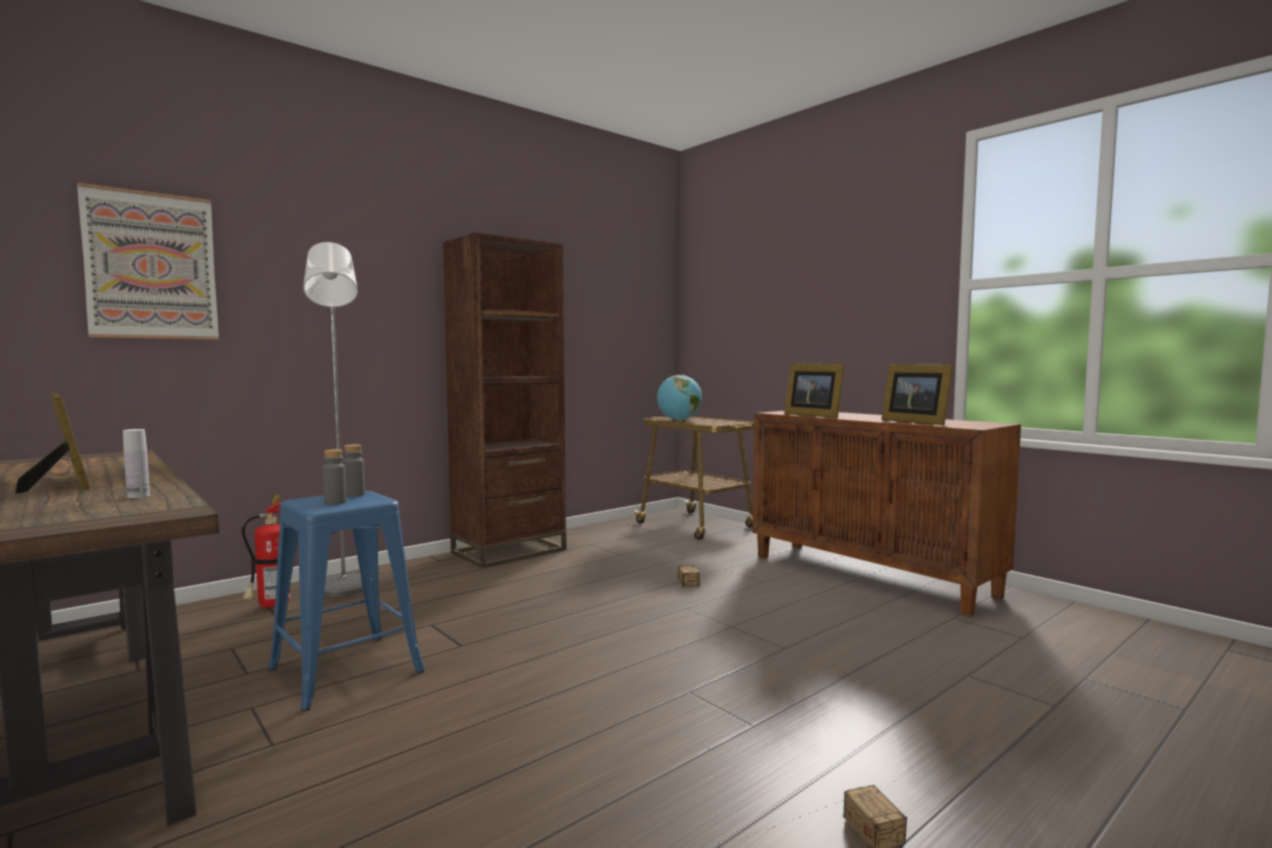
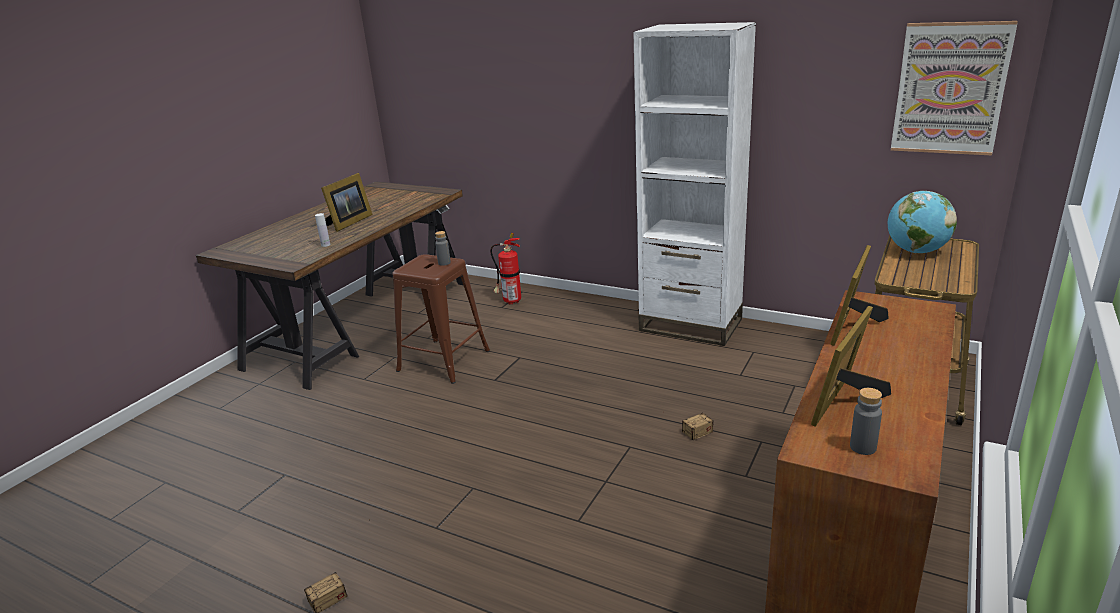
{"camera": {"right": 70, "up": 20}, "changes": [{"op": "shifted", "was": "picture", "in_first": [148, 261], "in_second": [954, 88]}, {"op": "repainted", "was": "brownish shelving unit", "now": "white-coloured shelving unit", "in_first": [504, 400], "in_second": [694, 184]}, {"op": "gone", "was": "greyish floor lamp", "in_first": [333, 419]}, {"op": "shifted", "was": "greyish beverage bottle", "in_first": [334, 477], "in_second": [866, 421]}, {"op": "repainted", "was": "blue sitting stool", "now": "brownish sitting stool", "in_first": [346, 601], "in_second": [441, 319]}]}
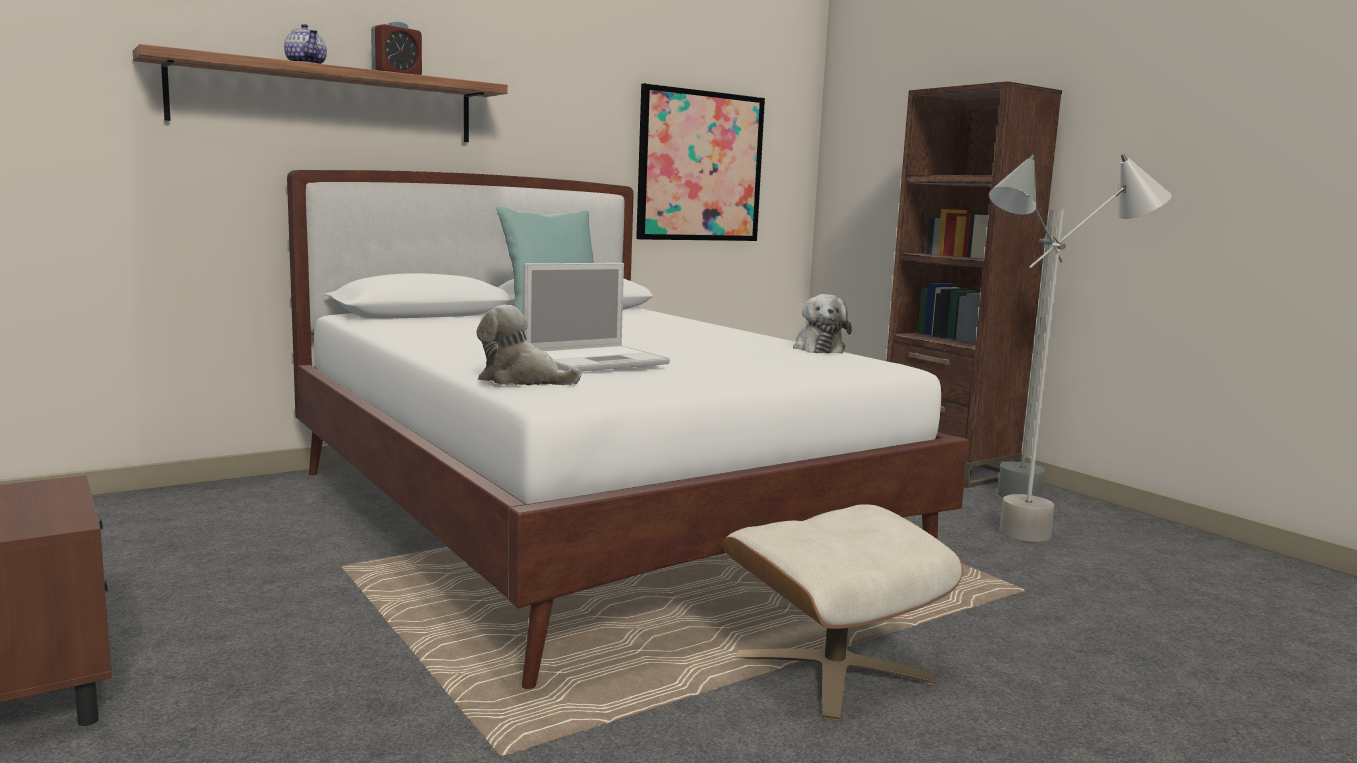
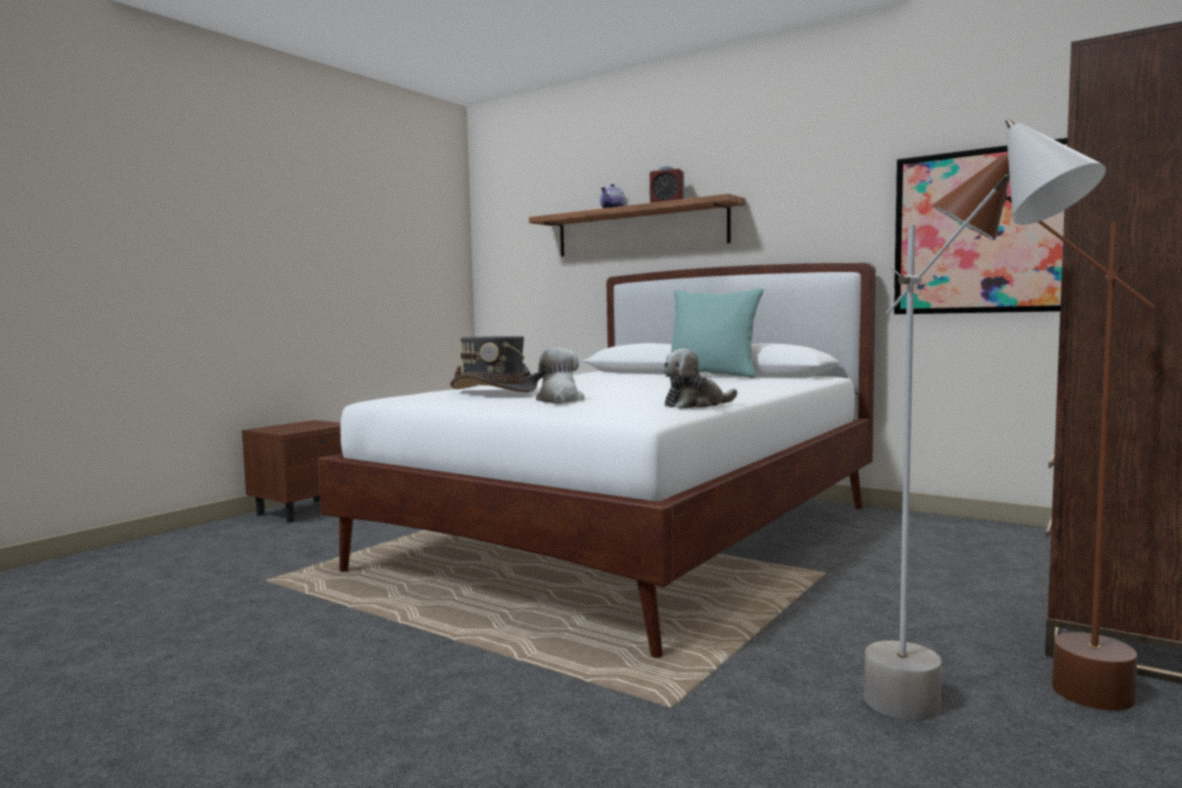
{"camera": {"right": 70, "up": -5}, "changes": [{"op": "repainted", "was": "greyish floor lamp", "now": "brownish floor lamp", "in_first": [1026, 326], "in_second": [1044, 432]}, {"op": "swapped", "was": "notebook computer", "now": "greyish clothing hat", "in_first": [596, 317], "in_second": [493, 364]}, {"op": "shifted", "was": "cuddly toy", "in_first": [528, 345], "in_second": [558, 375]}, {"op": "gone", "was": "beige-coloured footrest", "in_first": [843, 612]}]}
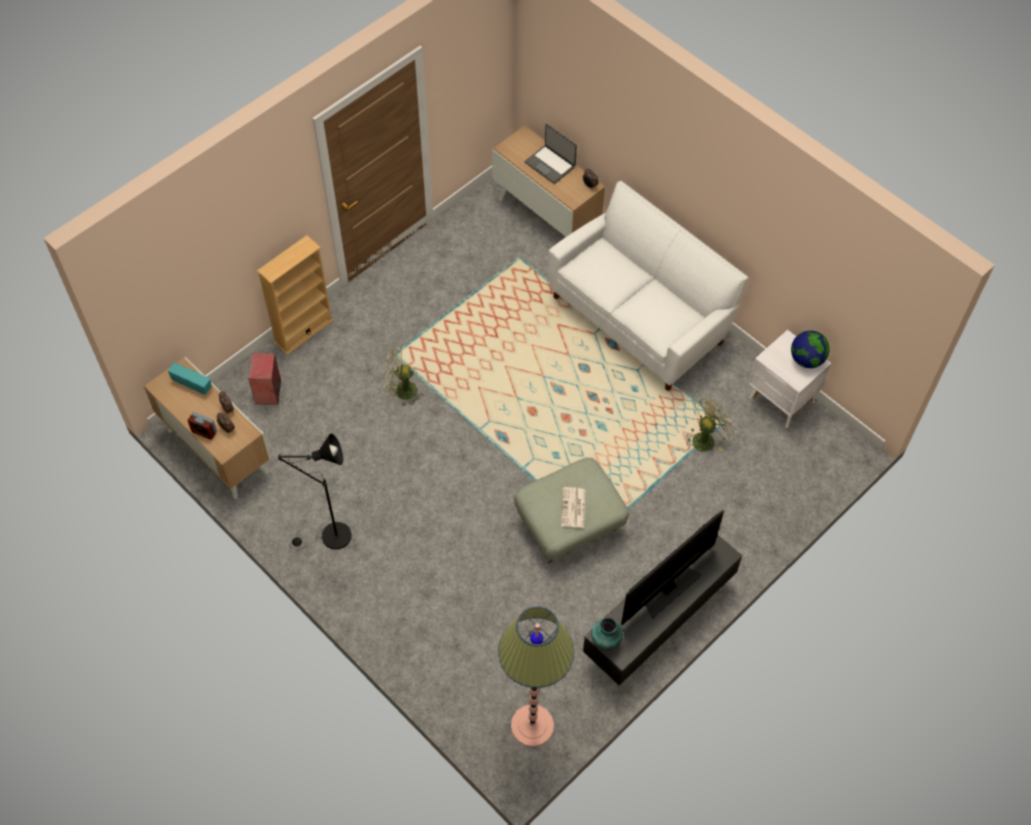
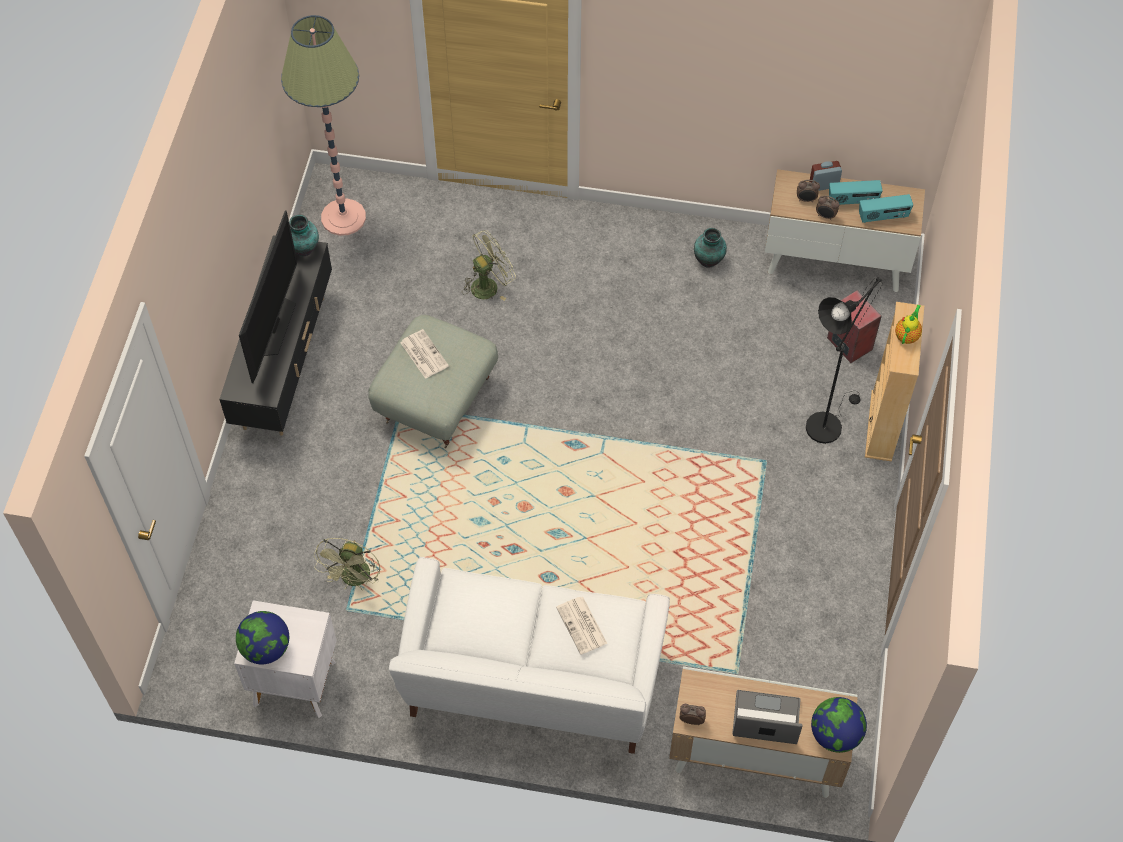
{"camera": {"right": 145, "up": 0}, "changes": [{"op": "shifted", "was": "green electric fan", "in_first": [404, 377], "in_second": [489, 265]}, {"op": "shifted", "was": "black-coloured floor lamp", "in_first": [315, 492], "in_second": [844, 360]}, {"op": "new", "now": "radio", "in_second": [856, 192]}, {"op": "new", "now": "flower vase", "in_second": [710, 248]}, {"op": "new", "now": "pot for tea", "in_second": [908, 324]}, {"op": "new", "now": "daily paper", "in_second": [582, 626]}, {"op": "new", "now": "world globe", "in_second": [839, 725]}]}
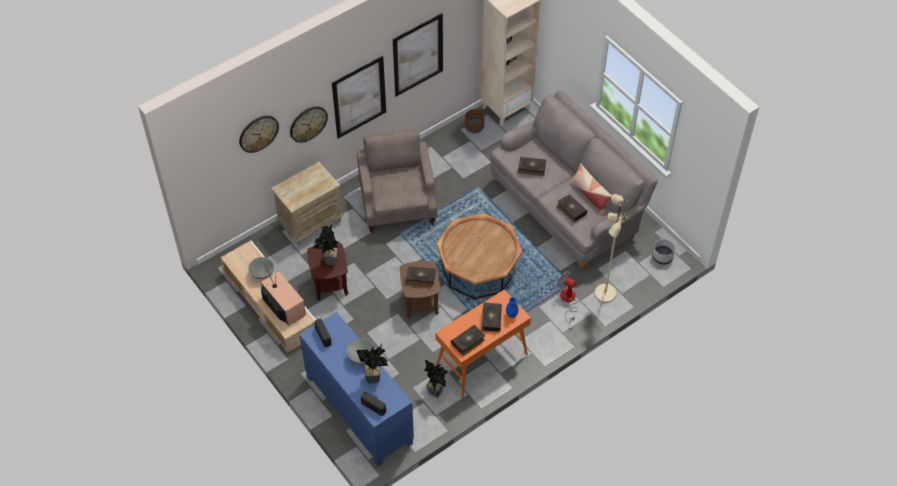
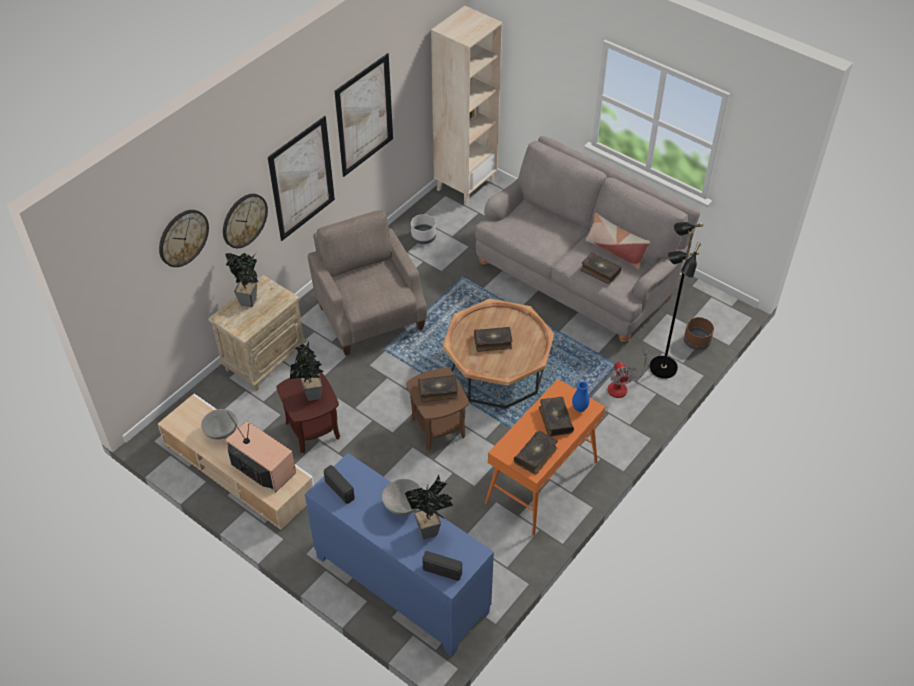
{"camera": {"right": -15, "up": -5}, "changes": [{"op": "shifted", "was": "brownish flower pot", "in_first": [475, 121], "in_second": [699, 333]}, {"op": "shifted", "was": "book", "in_first": [532, 166], "in_second": [493, 339]}, {"op": "repainted", "was": "beige-coloured floor lamp", "now": "black-coloured floor lamp", "in_first": [612, 248], "in_second": [676, 300]}, {"op": "shifted", "was": "greyish flower pot", "in_first": [663, 252], "in_second": [423, 229]}, {"op": "rotated", "was": "electric fan", "in_first": [568, 296], "in_second": [628, 374], "clockwise": -120}, {"op": "shifted", "was": "houseplant", "in_first": [436, 379], "in_second": [241, 280]}]}
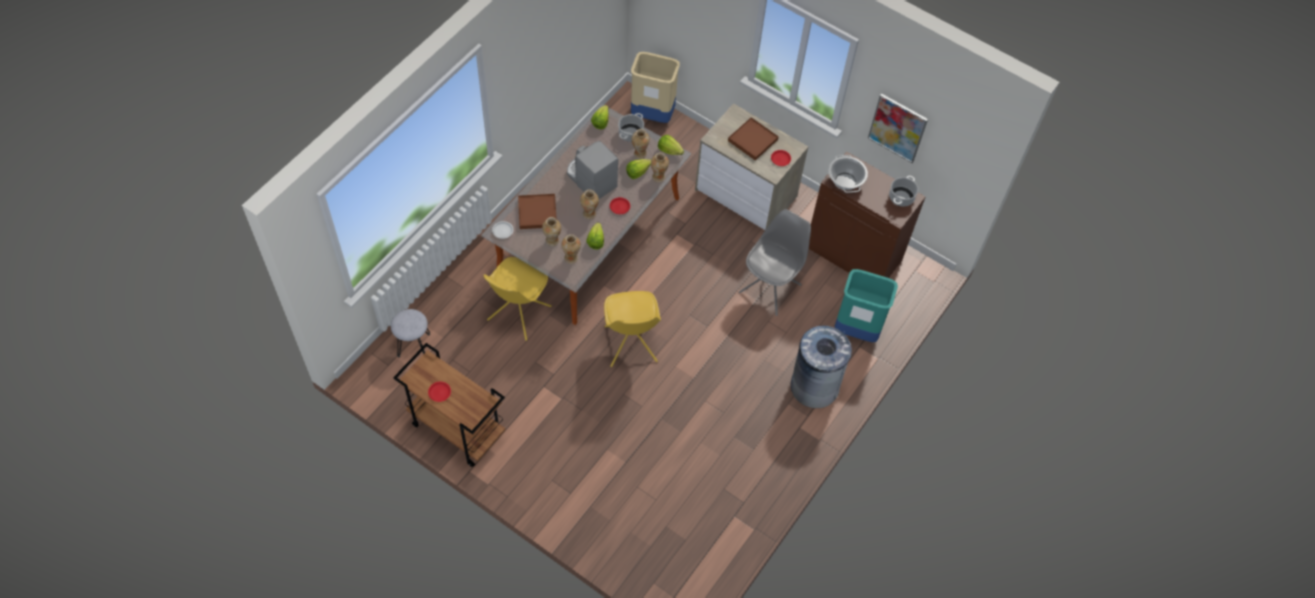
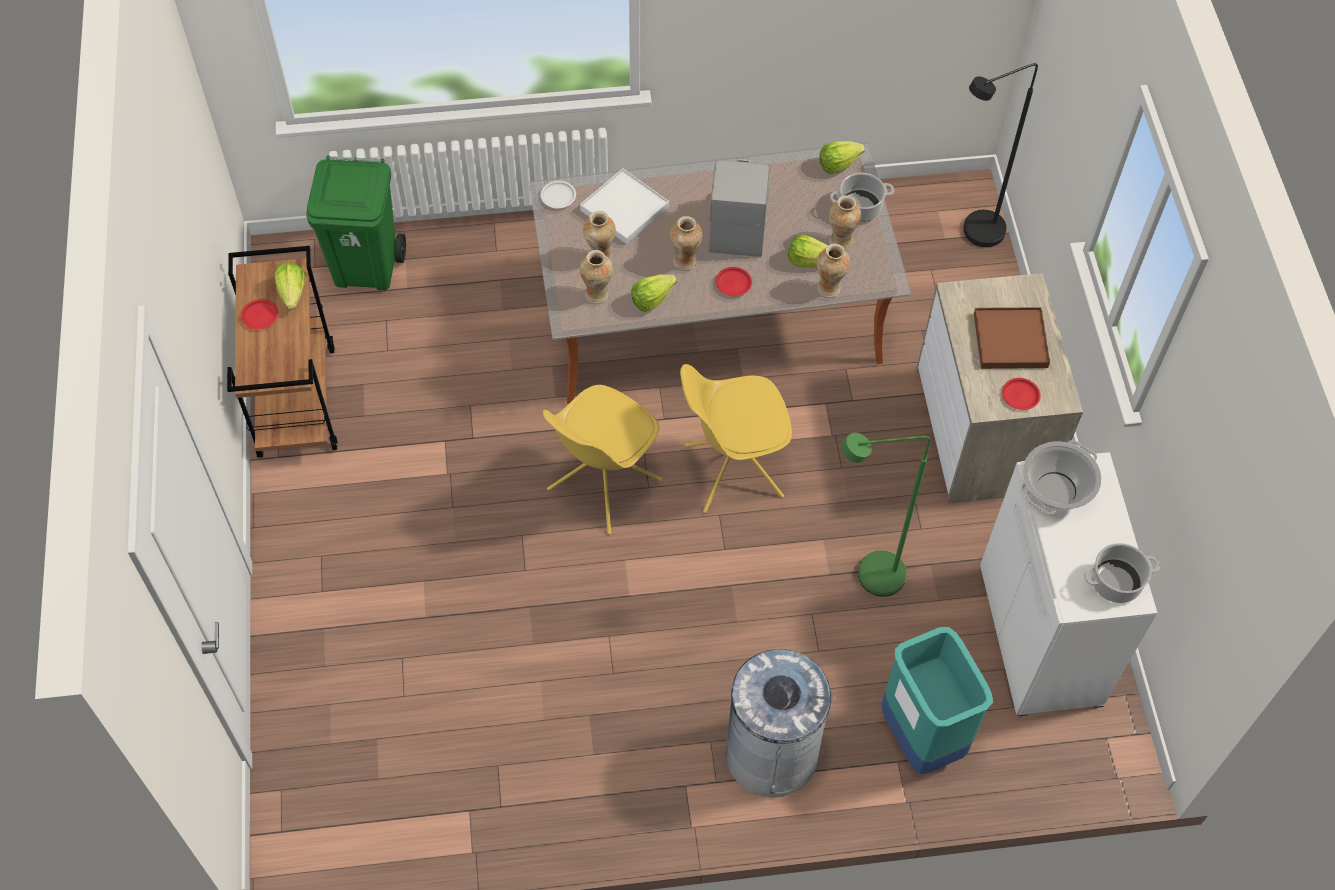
{"camera": {"right": 50, "up": 0}, "changes": [{"op": "swapped", "was": "beige-coloured rubbish bin", "now": "black-coloured floor lamp", "in_first": [655, 87], "in_second": [1000, 155]}, {"op": "gone", "was": "picture", "in_first": [898, 128]}, {"op": "shifted", "was": "lettuce", "in_first": [671, 145], "in_second": [290, 286]}, {"op": "repainted", "was": "brownish cupboard", "now": "white-coloured cupboard", "in_first": [867, 214], "in_second": [1068, 584]}, {"op": "repainted", "was": "brownish serving tray", "now": "white-coloured serving tray", "in_first": [537, 211], "in_second": [624, 206]}, {"op": "swapped", "was": "greyish upright chair", "now": "green floor lamp", "in_first": [775, 262], "in_second": [885, 514]}, {"op": "shifted", "was": "yellowish upright chair", "in_first": [517, 299], "in_second": [736, 438]}, {"op": "swapped", "was": "greyish sitting stool", "now": "green rubbish bin", "in_first": [410, 333], "in_second": [356, 223]}]}
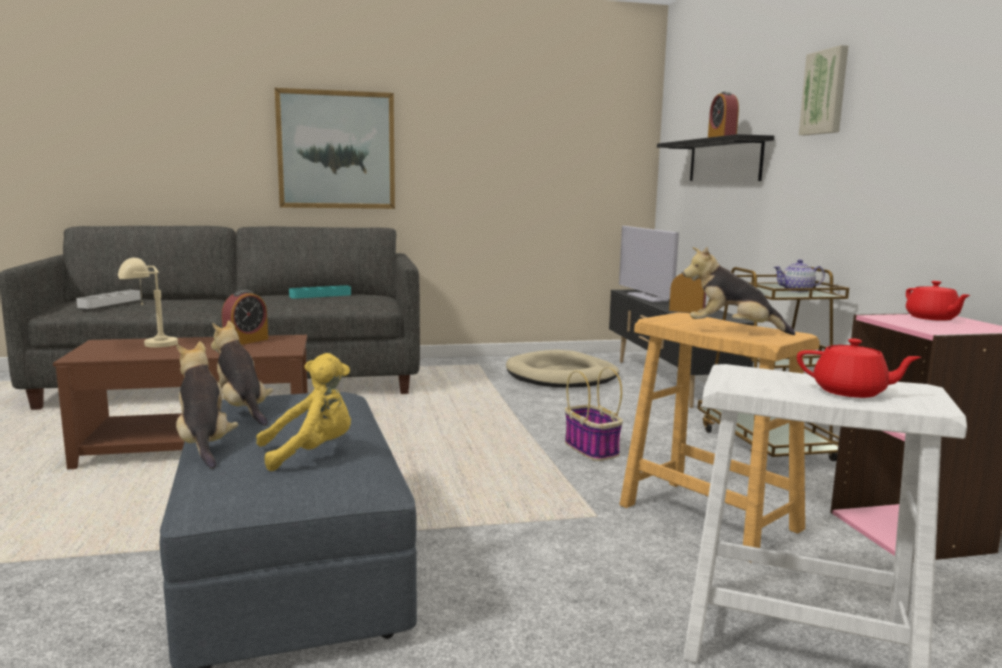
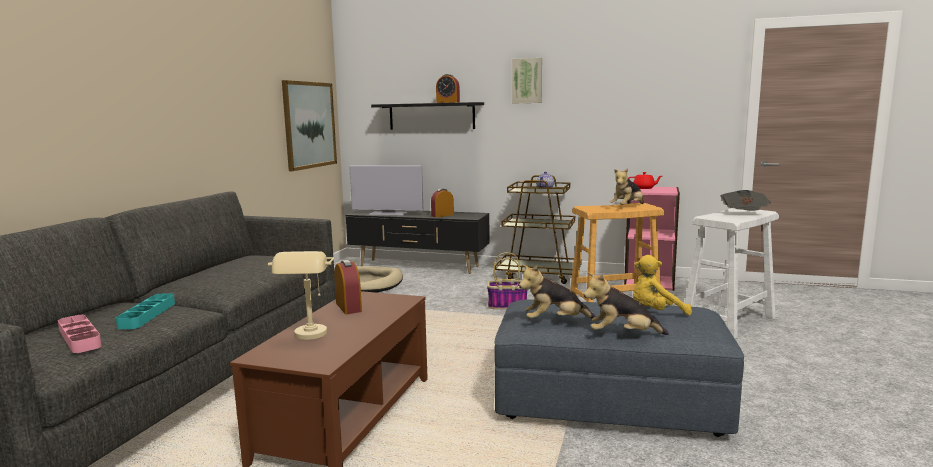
{"camera": {"right": -60, "up": 0}, "changes": [{"op": "shifted", "was": "picture", "in_first": [335, 148], "in_second": [309, 125]}, {"op": "shifted", "was": "blue-green serving tray", "in_first": [320, 292], "in_second": [145, 311]}, {"op": "repainted", "was": "greyish serving tray", "now": "pinkish serving tray", "in_first": [108, 299], "in_second": [80, 334]}, {"op": "swapped", "was": "red-coloured pot for tea", "now": "daily paper", "in_first": [859, 368], "in_second": [745, 200]}, {"op": "rotated", "was": "yellowish cuddly toy", "in_first": [303, 412], "in_second": [662, 285], "clockwise": -105}]}
